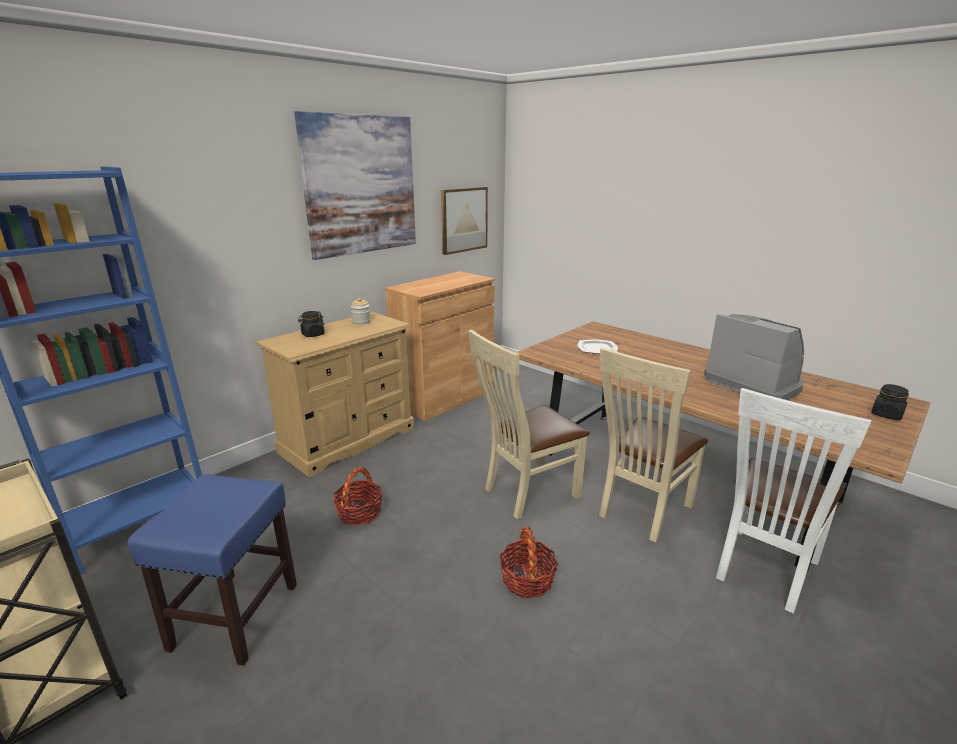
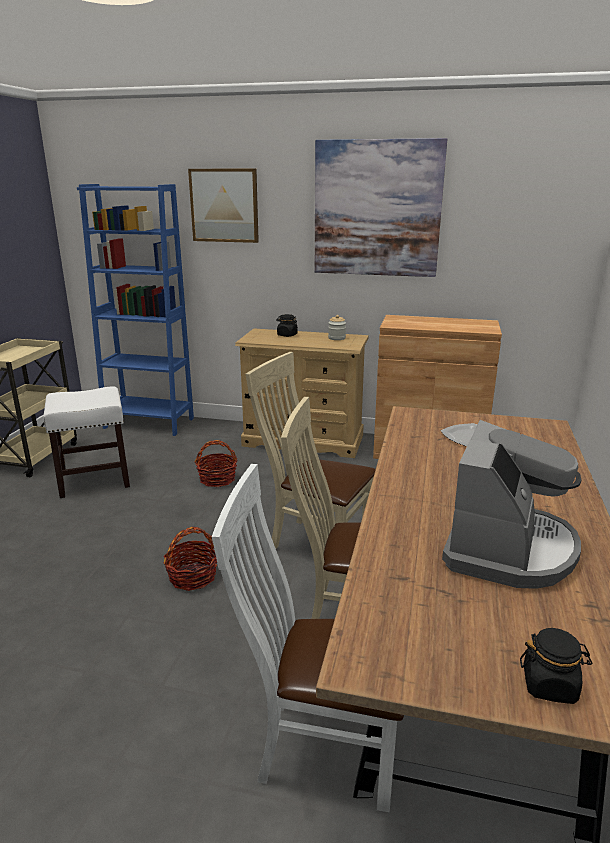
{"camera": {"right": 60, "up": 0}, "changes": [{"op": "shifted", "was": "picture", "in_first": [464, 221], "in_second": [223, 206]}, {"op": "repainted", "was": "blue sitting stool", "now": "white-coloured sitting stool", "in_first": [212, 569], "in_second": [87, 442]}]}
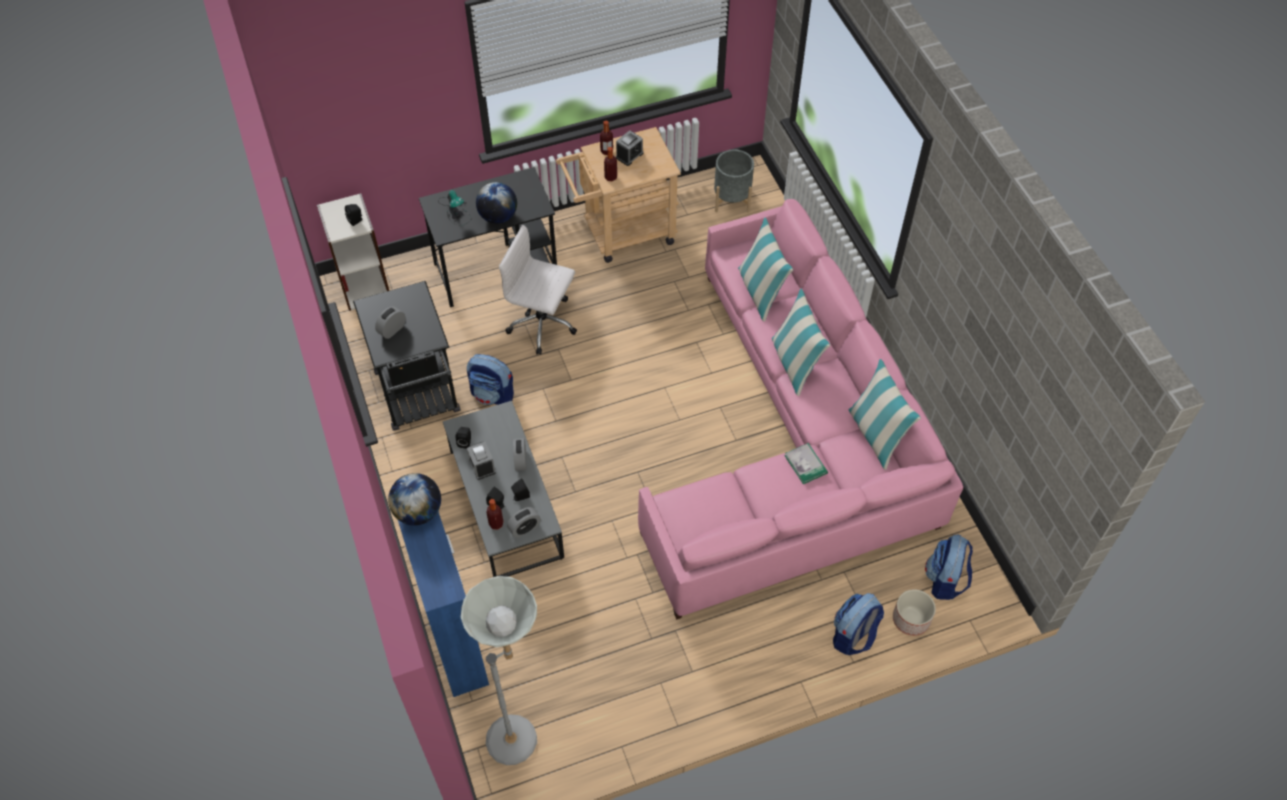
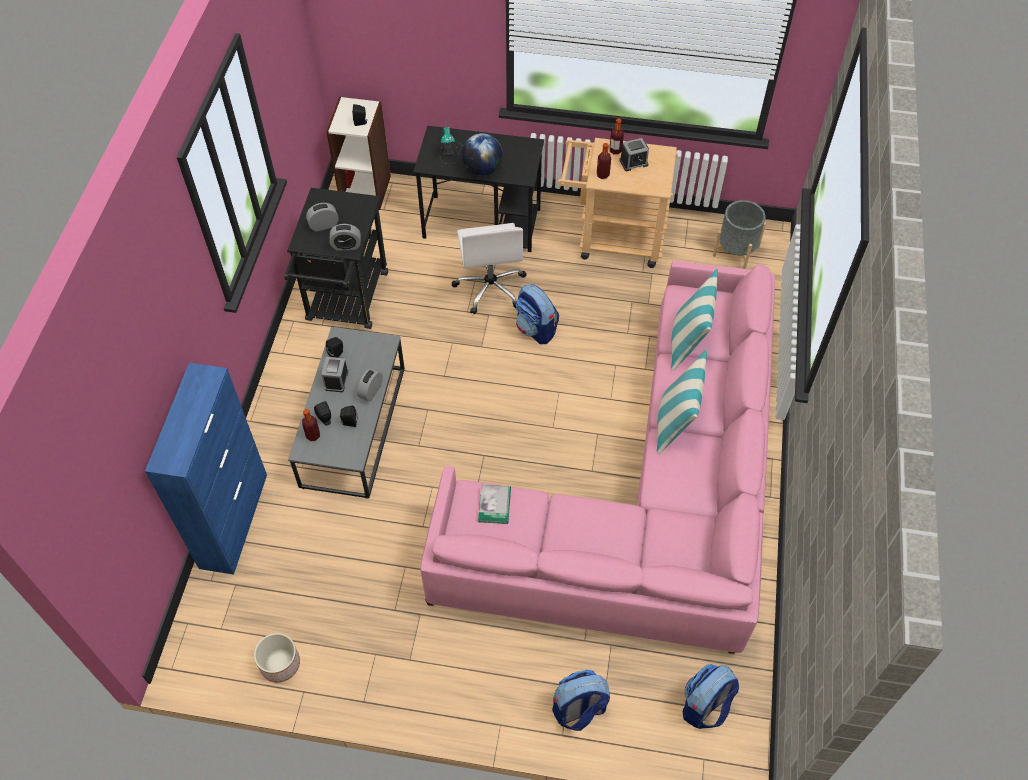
{"camera": {"right": 30, "up": 0}, "changes": [{"op": "rotated", "was": "white-coloured computer chair", "in_first": [538, 289], "in_second": [489, 268], "clockwise": -150}, {"op": "shifted", "was": "rucksack", "in_first": [490, 379], "in_second": [537, 314]}, {"op": "gone", "was": "cushion", "in_first": [884, 414]}, {"op": "shifted", "was": "book", "in_first": [806, 463], "in_second": [494, 504]}, {"op": "gone", "was": "world globe", "in_first": [414, 499]}, {"op": "shifted", "was": "alarm clock", "in_first": [524, 522], "in_second": [345, 237]}, {"op": "gone", "was": "greyish floor lamp", "in_first": [499, 670]}, {"op": "shifted", "was": "flower pot", "in_first": [914, 612], "in_second": [277, 657]}]}
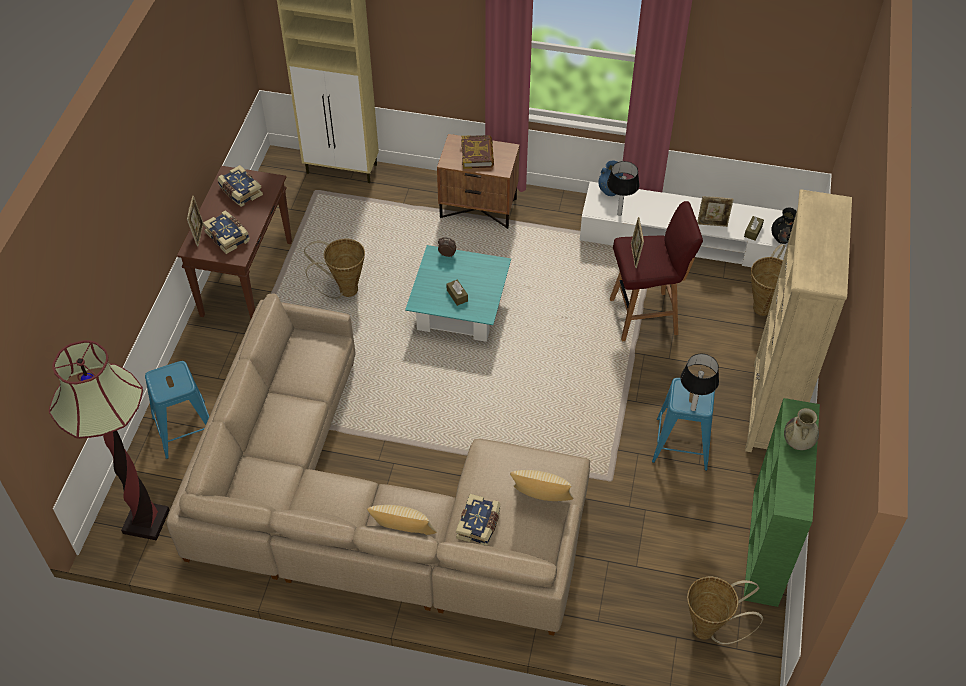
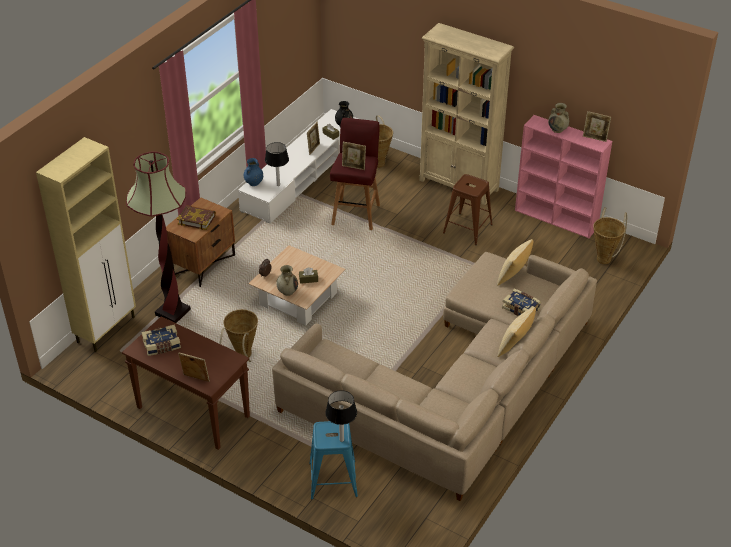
{"camera": {"right": -70, "up": -10}, "changes": [{"op": "gone", "was": "book", "in_first": [226, 232]}, {"op": "repainted", "was": "blue-green lounge table", "now": "beige-coloured lounge table", "in_first": [458, 293], "in_second": [297, 285]}, {"op": "shifted", "was": "floor lamp", "in_first": [109, 440], "in_second": [158, 237]}, {"op": "shifted", "was": "table lamp", "in_first": [700, 382], "in_second": [341, 416]}, {"op": "repainted", "was": "blue sitting stool", "now": "brownish sitting stool", "in_first": [683, 424], "in_second": [468, 209]}, {"op": "repainted", "was": "green shelving unit", "now": "pinkish shelving unit", "in_first": [782, 502], "in_second": [563, 176]}, {"op": "new", "now": "standing frame", "in_second": [597, 126]}, {"op": "new", "now": "beige-coloured flower vase", "in_second": [287, 280]}]}
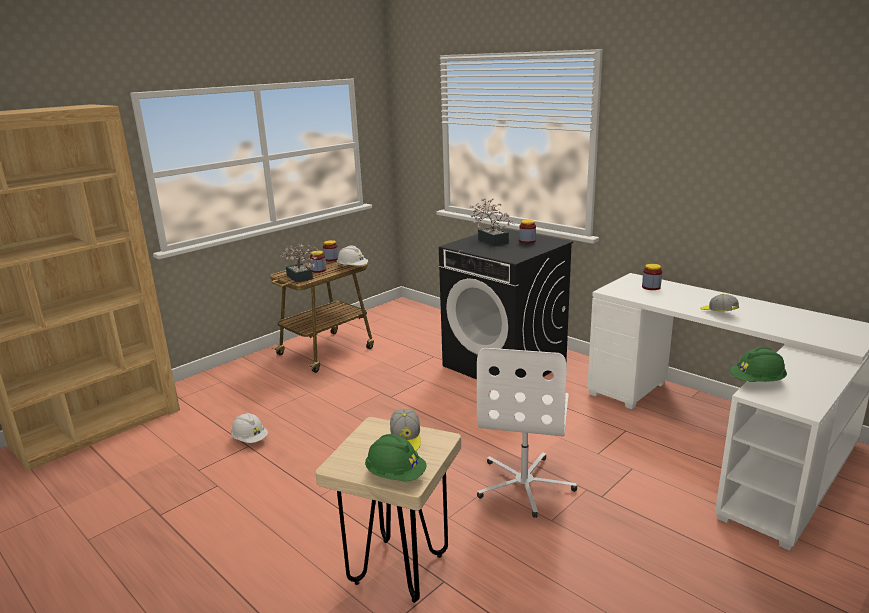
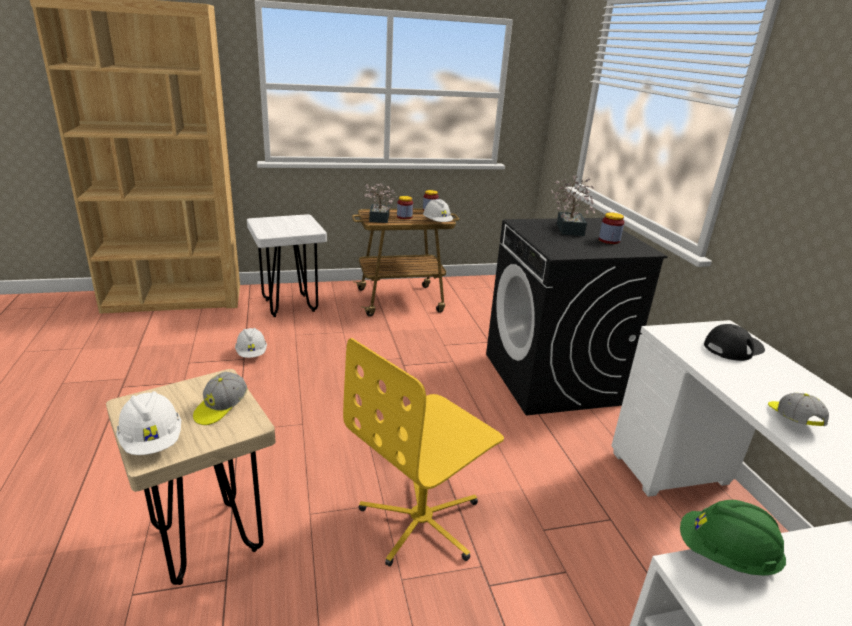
{"camera": {"right": 30, "up": 5}, "changes": [{"op": "swapped", "was": "preserve jar", "now": "black-coloured peaked cap", "in_first": [652, 277], "in_second": [734, 342]}, {"op": "repainted", "was": "white-coloured computer chair", "now": "yellowish computer chair", "in_first": [527, 433], "in_second": [423, 452]}, {"op": "repainted", "was": "green hard hat", "now": "white-coloured hard hat", "in_first": [396, 457], "in_second": [148, 423]}, {"op": "new", "now": "white-coloured sitting stool", "in_second": [287, 265]}]}
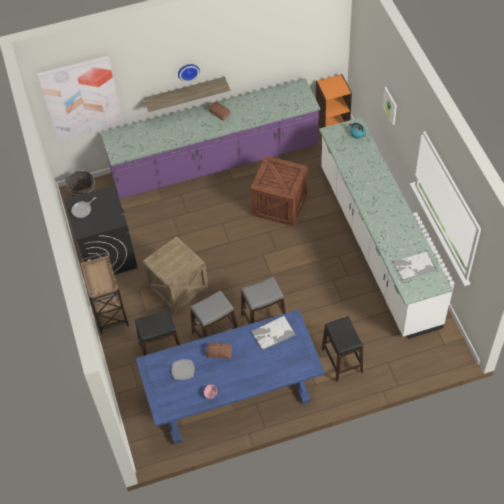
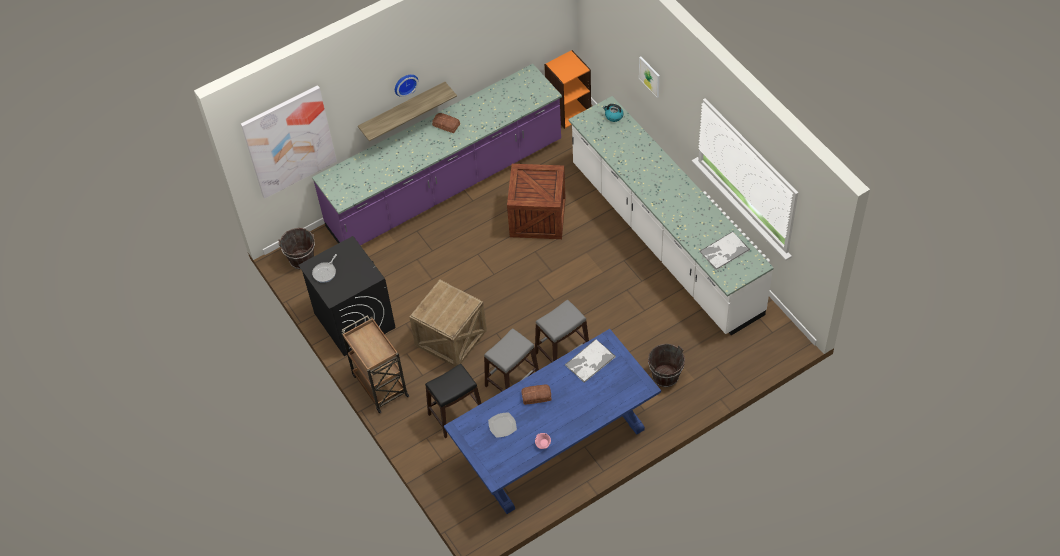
{"camera": {"right": -15, "up": 0}, "changes": [{"op": "swapped", "was": "black-coloured sitting stool", "now": "brownish pail", "in_first": [342, 349], "in_second": [666, 365]}]}
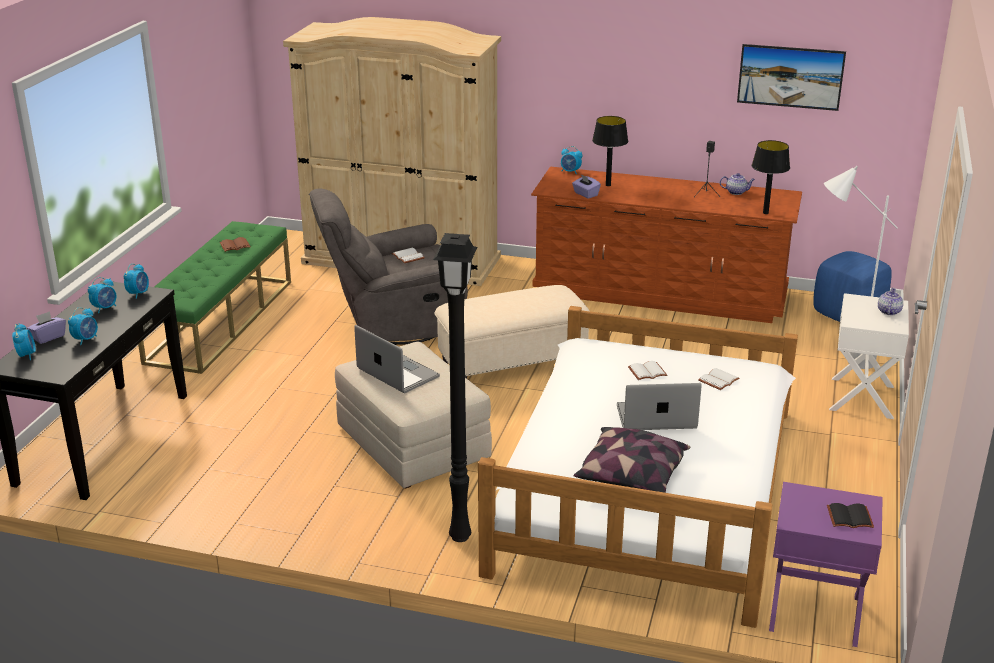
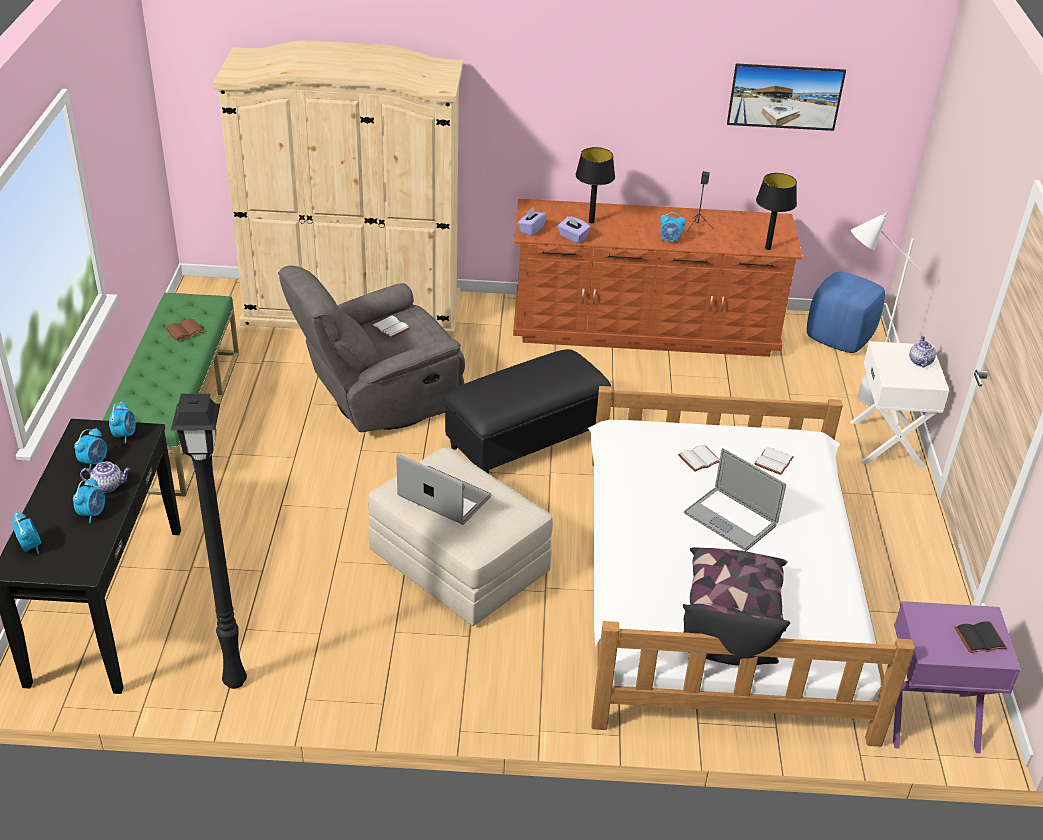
{"camera": {"right": -15, "up": 10}, "changes": [{"op": "shifted", "was": "alarm clock", "in_first": [571, 160], "in_second": [672, 228]}, {"op": "shifted", "was": "pot for tea", "in_first": [737, 184], "in_second": [105, 477]}, {"op": "shifted", "was": "black-coloured floor lamp", "in_first": [455, 387], "in_second": [209, 541]}, {"op": "repainted", "was": "beige-coloured footrest", "now": "black-coloured footrest", "in_first": [511, 331], "in_second": [527, 411]}, {"op": "shifted", "was": "purple-coloured tissue box", "in_first": [46, 327], "in_second": [532, 221]}, {"op": "rotated", "was": "notebook computer", "in_first": [659, 406], "in_second": [735, 499], "clockwise": -120}, {"op": "new", "now": "cushion", "in_second": [736, 634]}]}
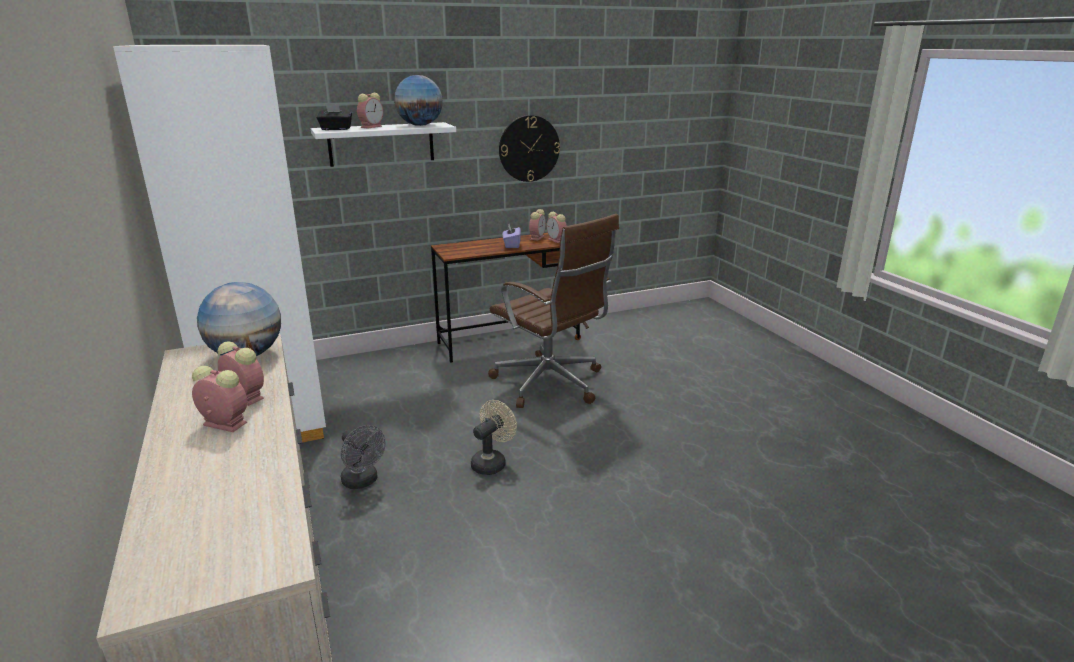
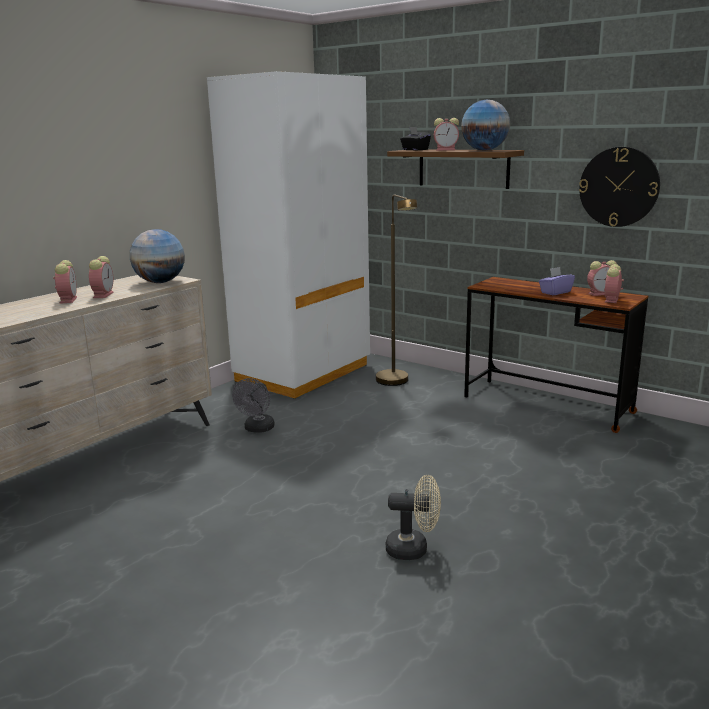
{"camera": {"right": 60, "up": -5}, "changes": [{"op": "repainted", "was": "white-coloured bracket shelf", "now": "brownish bracket shelf", "in_first": [383, 144], "in_second": [455, 169]}, {"op": "gone", "was": "brownish computer chair", "in_first": [553, 311]}, {"op": "shifted", "was": "beige-coloured electric fan", "in_first": [494, 437], "in_second": [413, 517]}, {"op": "new", "now": "brownish floor lamp", "in_second": [396, 290]}]}
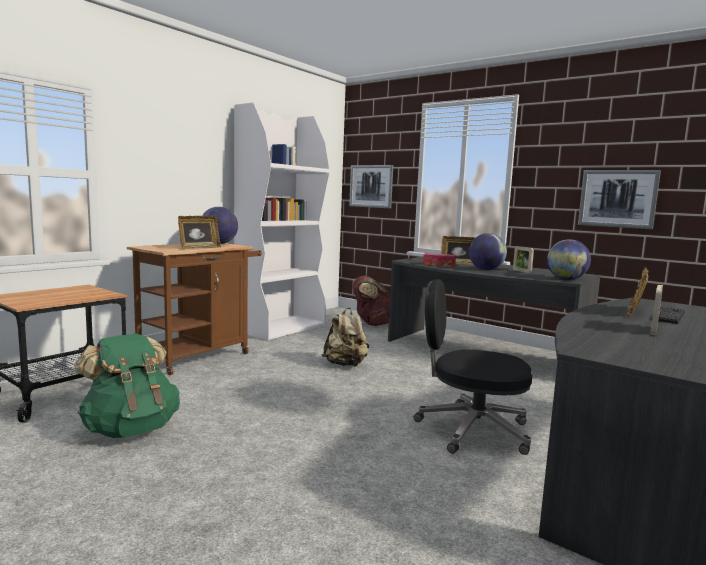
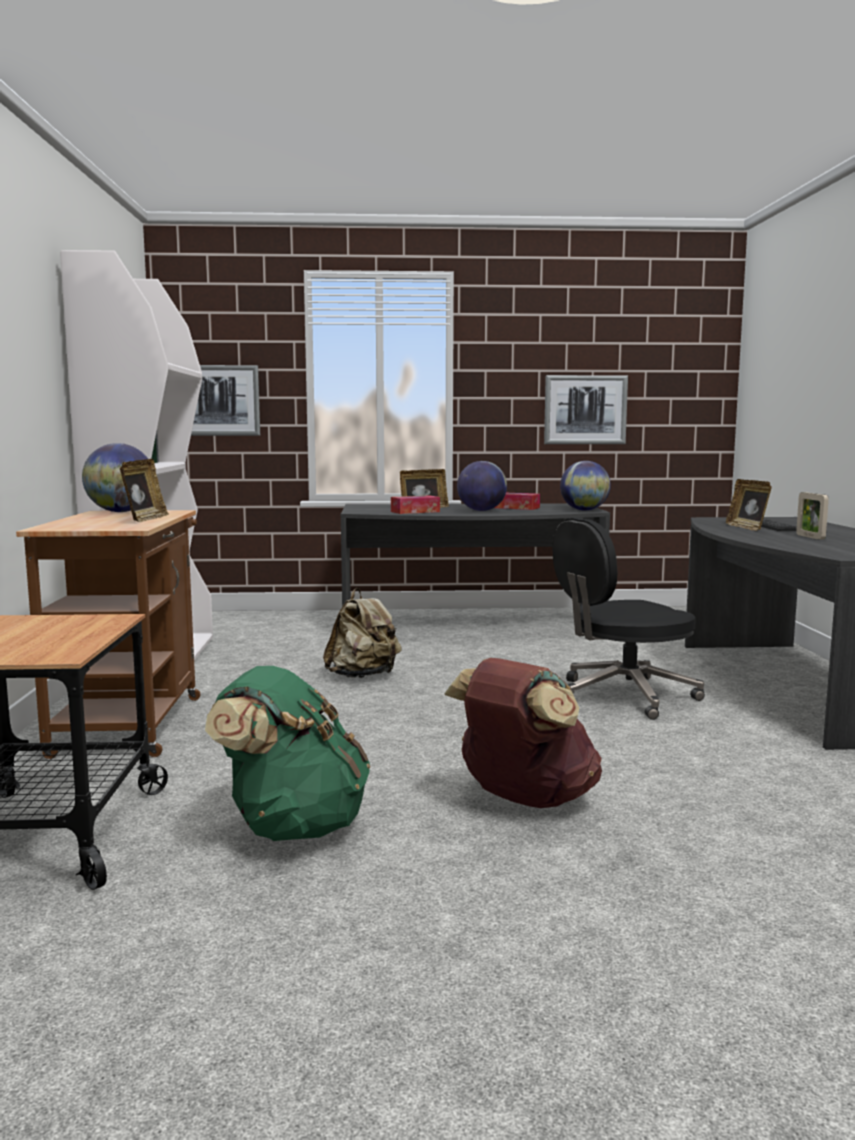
{"camera": {"right": -40, "up": 0}, "changes": [{"op": "swapped", "was": "standing frame", "now": "tissue box", "in_first": [523, 259], "in_second": [517, 501]}, {"op": "shifted", "was": "brownish rucksack", "in_first": [371, 301], "in_second": [523, 733]}]}
